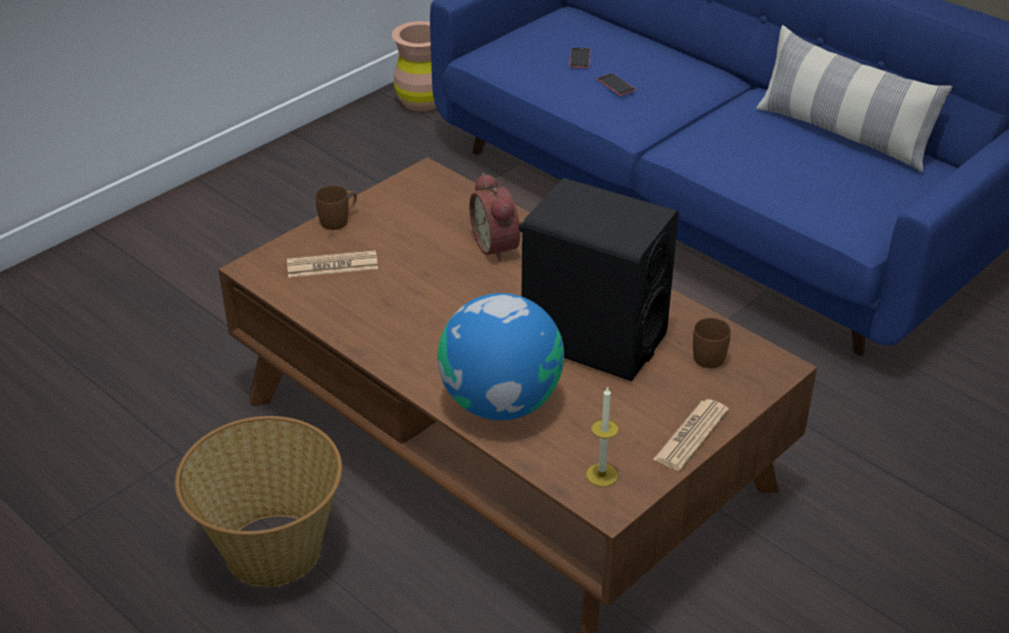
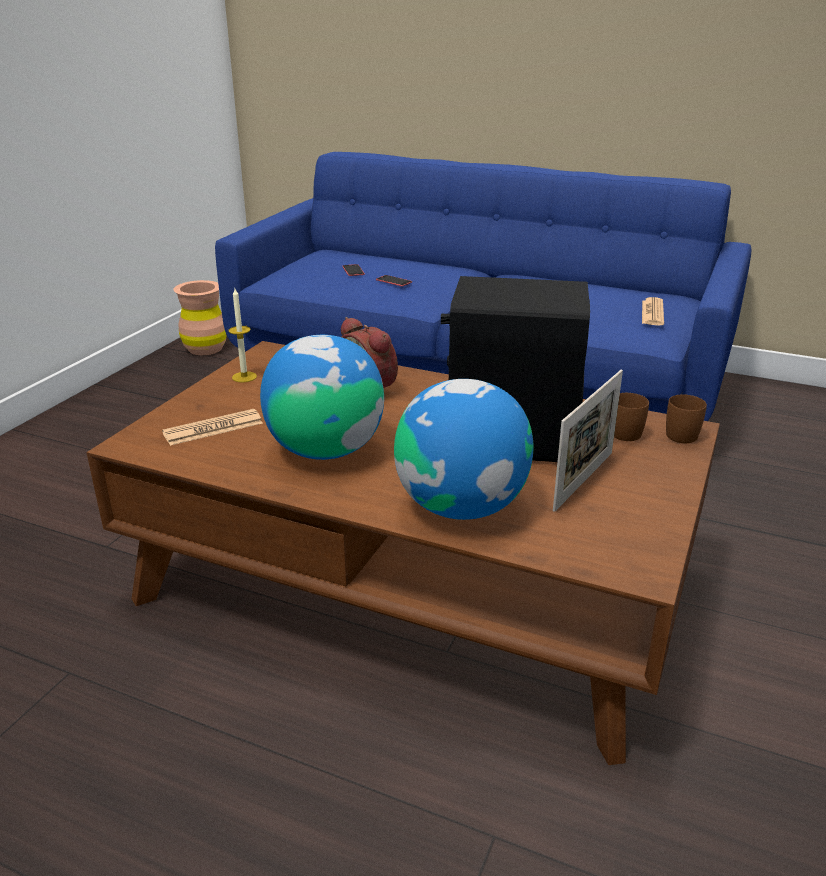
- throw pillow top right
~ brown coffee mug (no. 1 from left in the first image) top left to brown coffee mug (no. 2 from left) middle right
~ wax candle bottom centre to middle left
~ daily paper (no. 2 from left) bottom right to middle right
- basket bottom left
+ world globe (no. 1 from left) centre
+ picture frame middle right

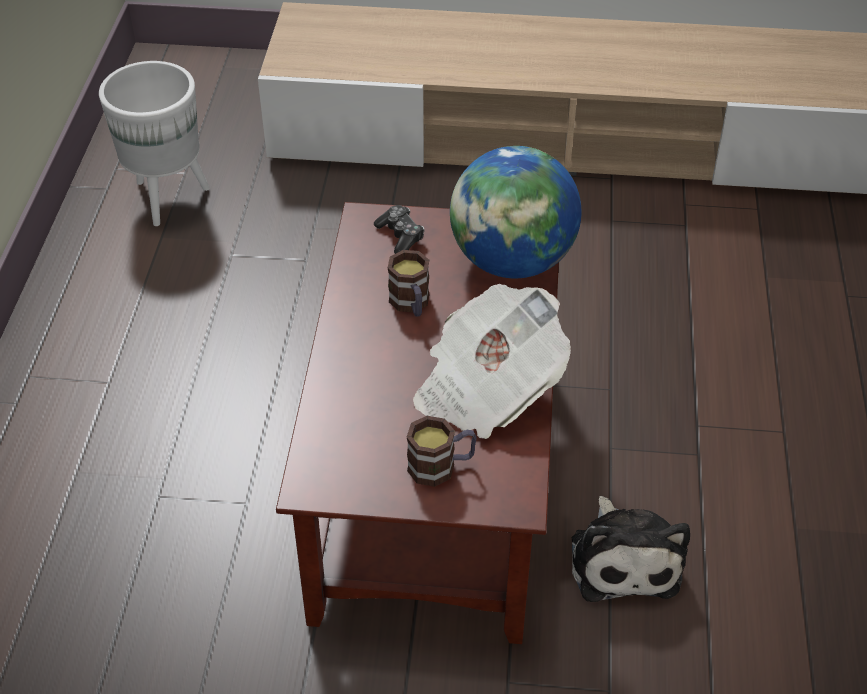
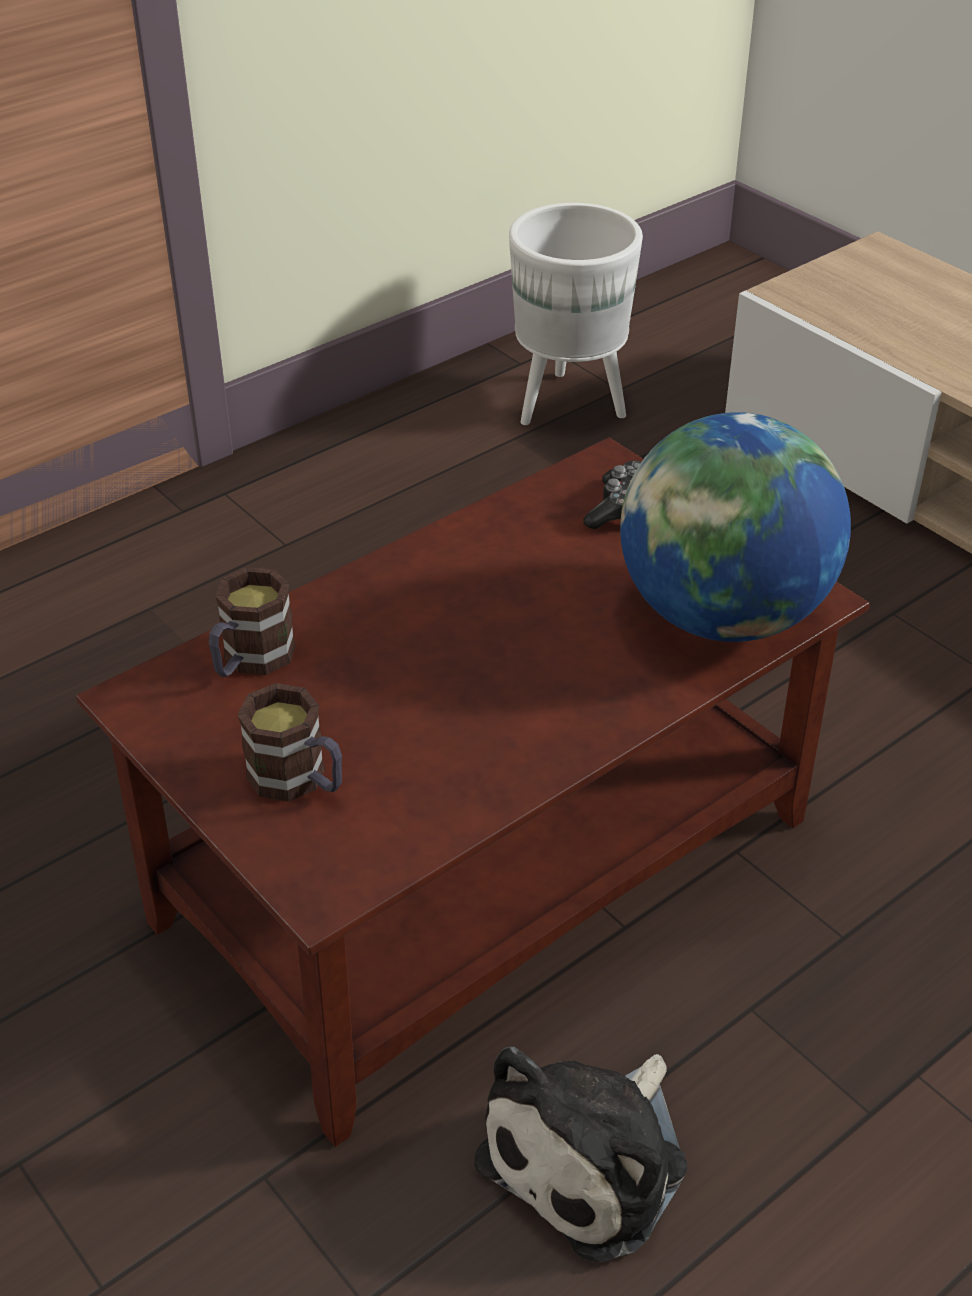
~ coffee mug (no. 1 from left) centre to middle left
- daily paper centre

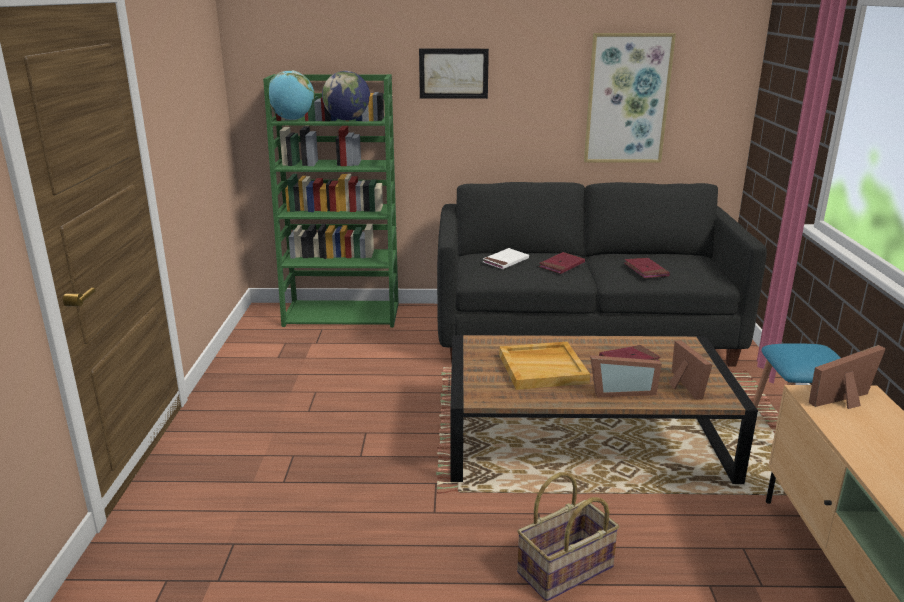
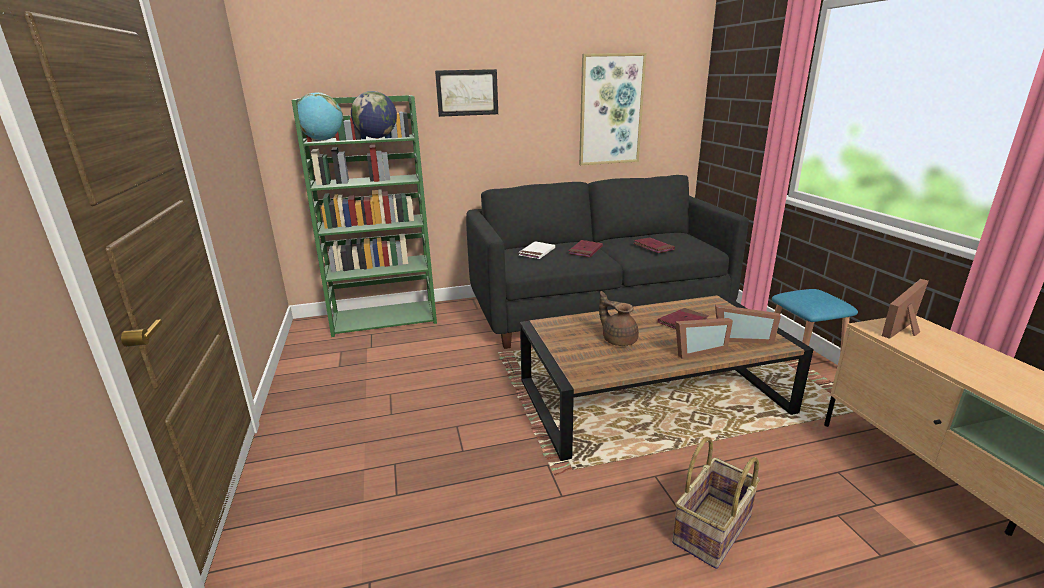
~ picture frame (no. 2 from left) middle right = middle right 120 degrees clockwise
~ beige-coloured serving tray centre to brown tea pot centre

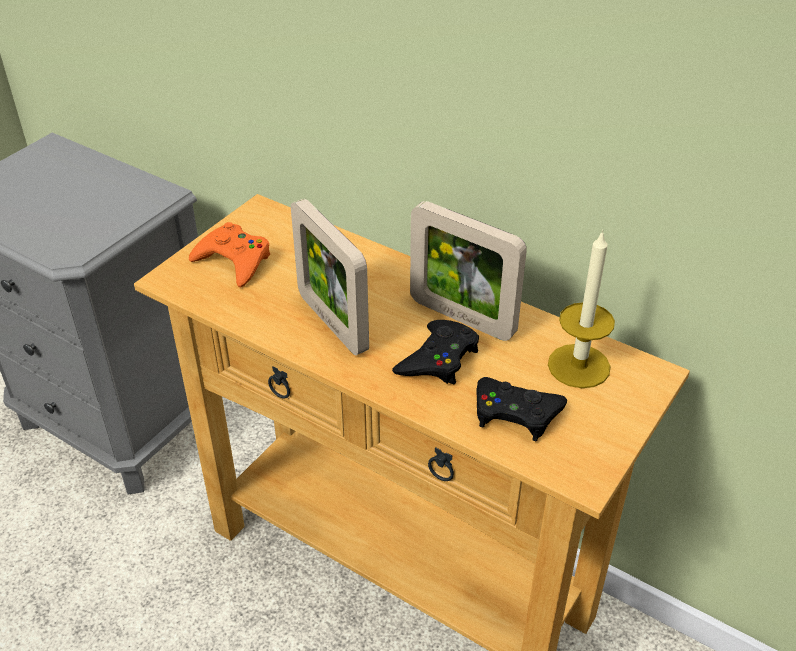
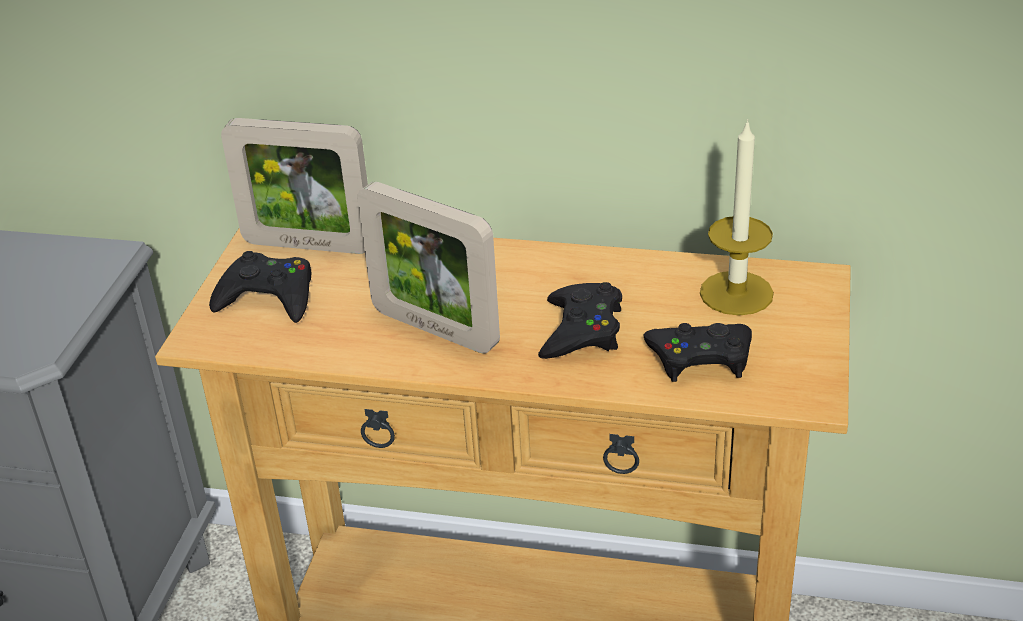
~ picture frame (no. 2 from left in the first image) centre to picture frame (no. 1 from left) top left
~ orange-coloured joypad middle left to blackish joypad (no. 1 from left) middle left

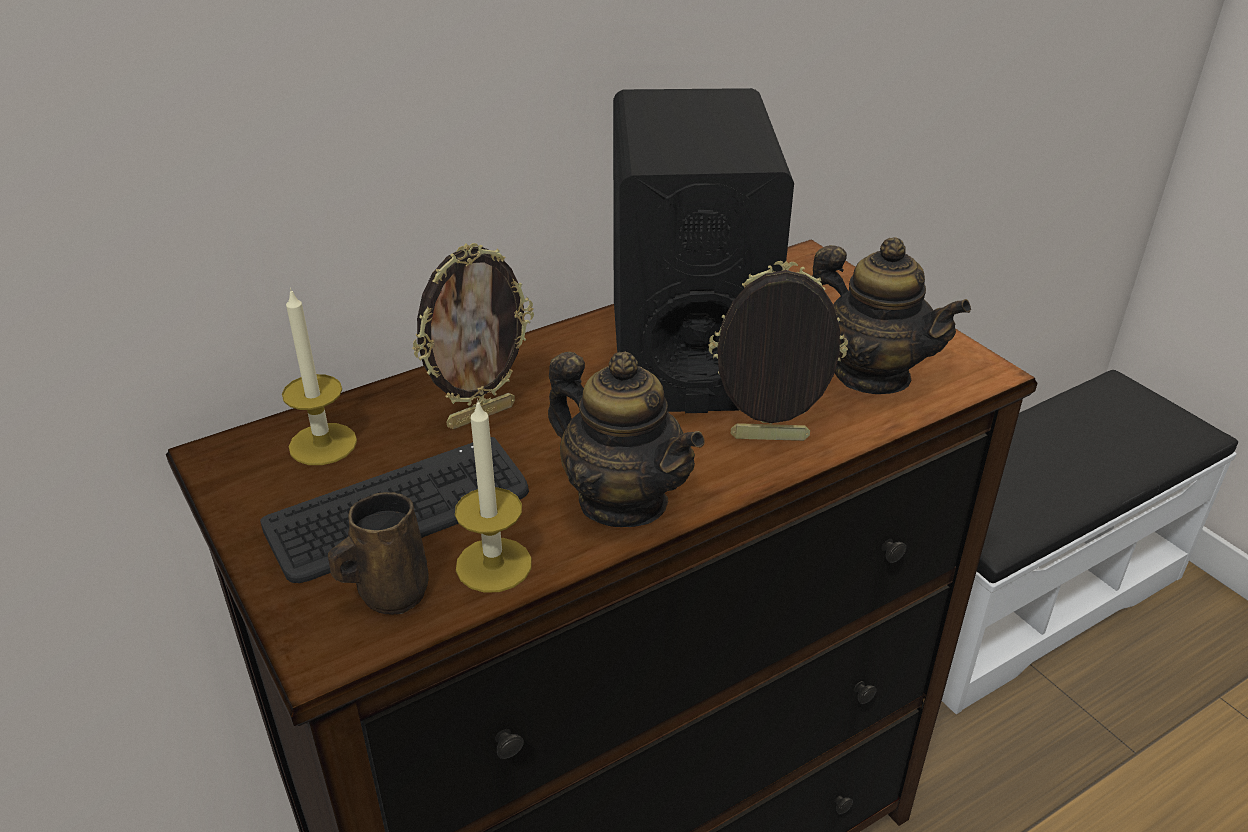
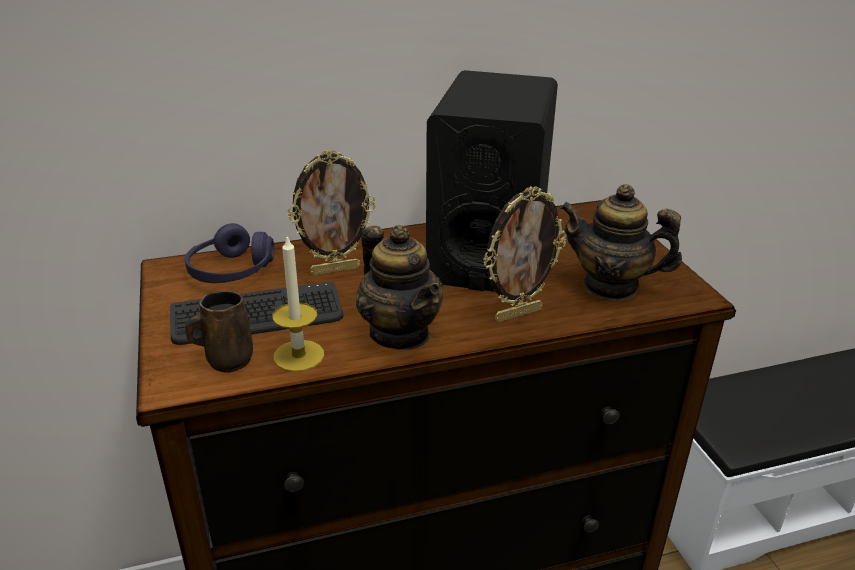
~ tea pot (no. 2 from left) middle right = middle right 150 degrees clockwise
~ picture frame (no. 2 from left) centre = centre 135 degrees clockwise
~ wax candle (no. 1 from left) middle left to purple headphones middle left

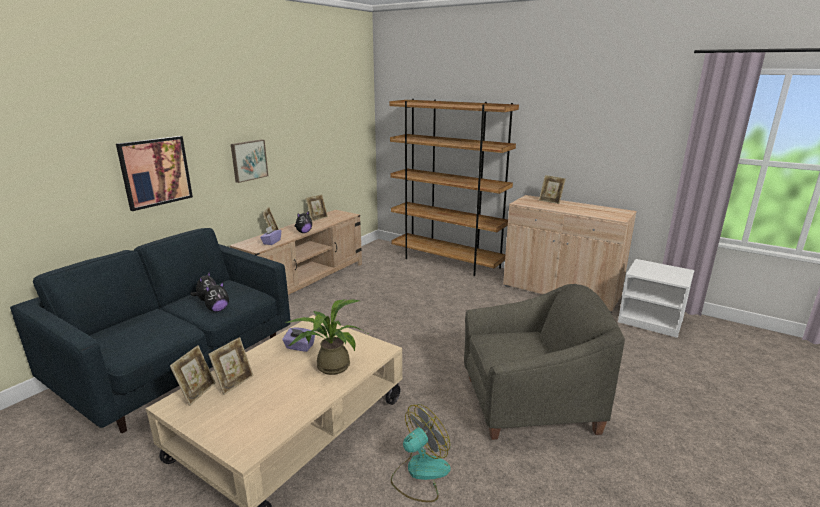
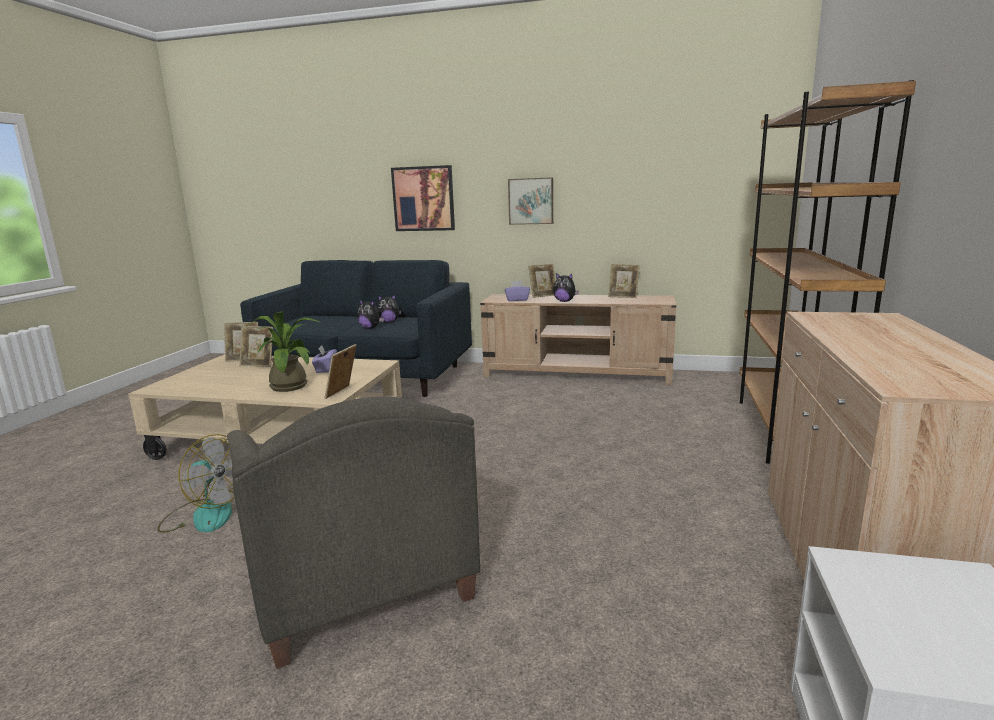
~ picture frame (no. 5 from left in the first image) middle right to picture frame (no. 3 from left) centre

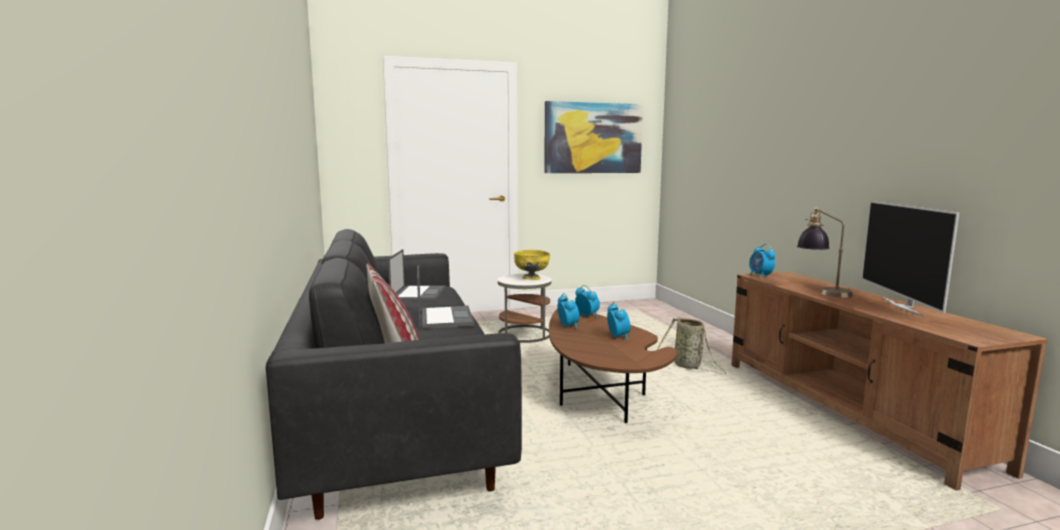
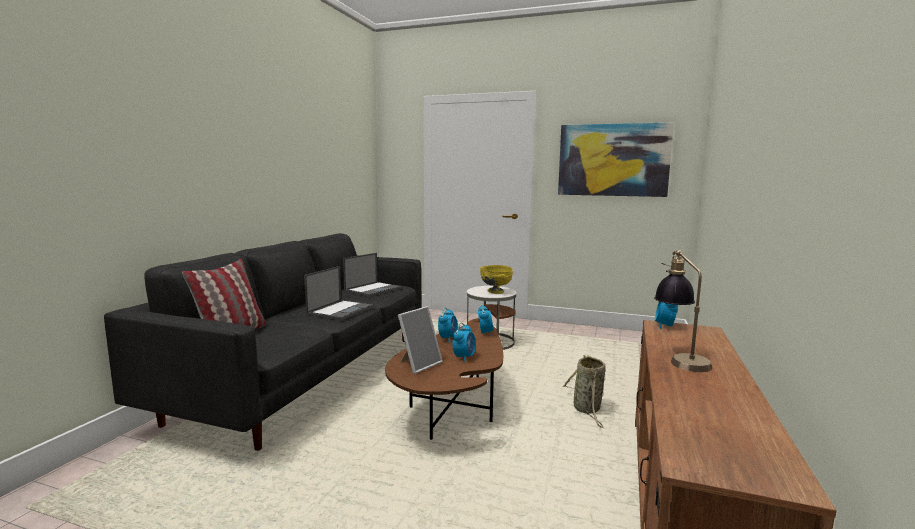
- television middle right
+ picture frame centre

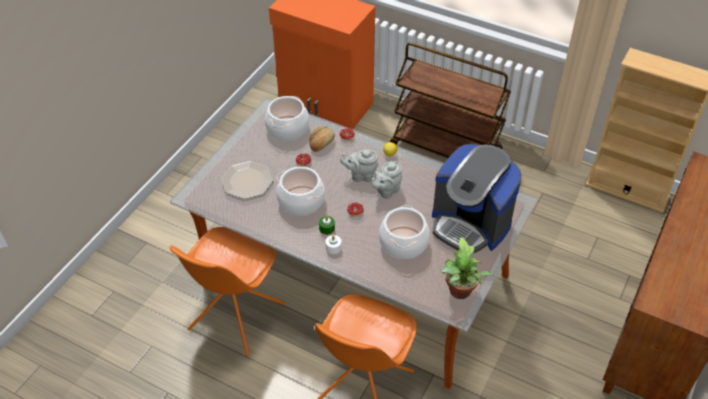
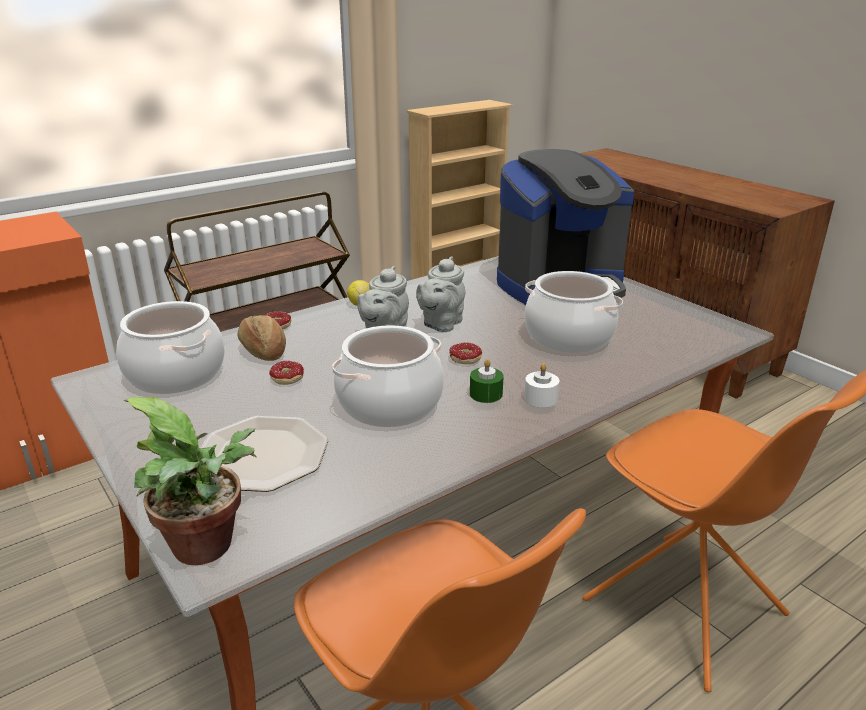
~ gray tea pot (no. 2 from left) centre = centre 45 degrees clockwise
~ potted plant bottom centre to bottom left

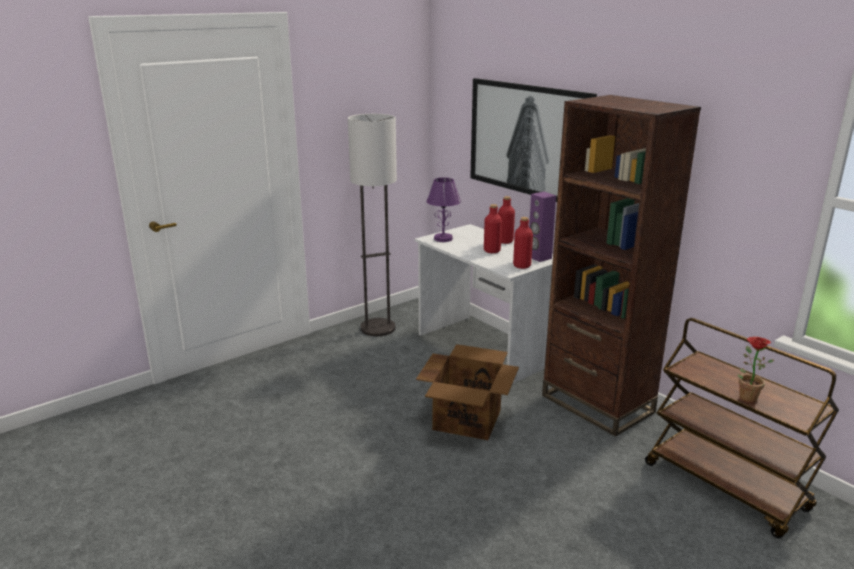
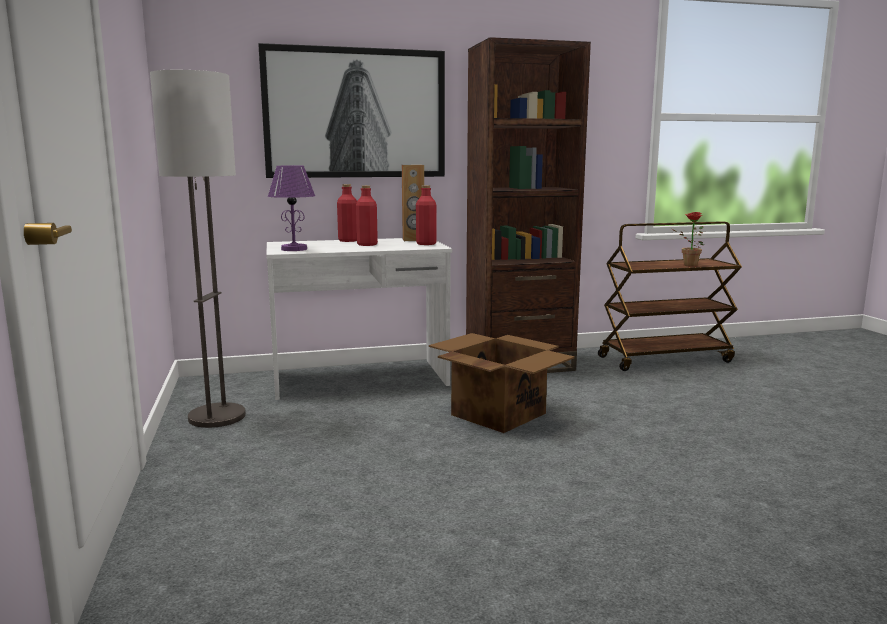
~ purple speaker centre to brown speaker top centre

